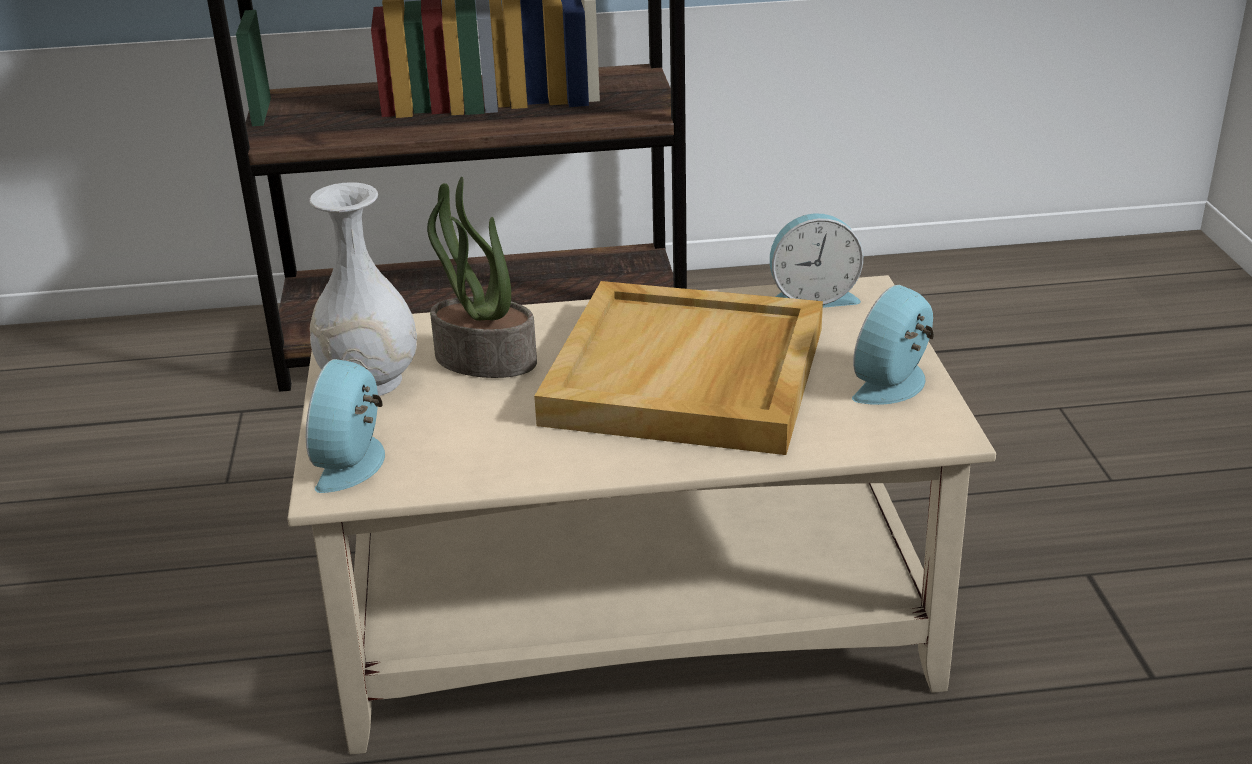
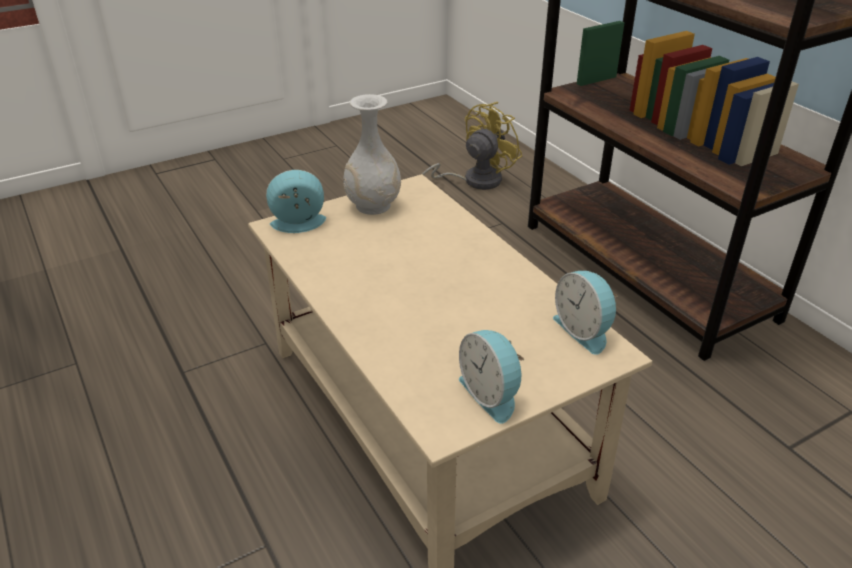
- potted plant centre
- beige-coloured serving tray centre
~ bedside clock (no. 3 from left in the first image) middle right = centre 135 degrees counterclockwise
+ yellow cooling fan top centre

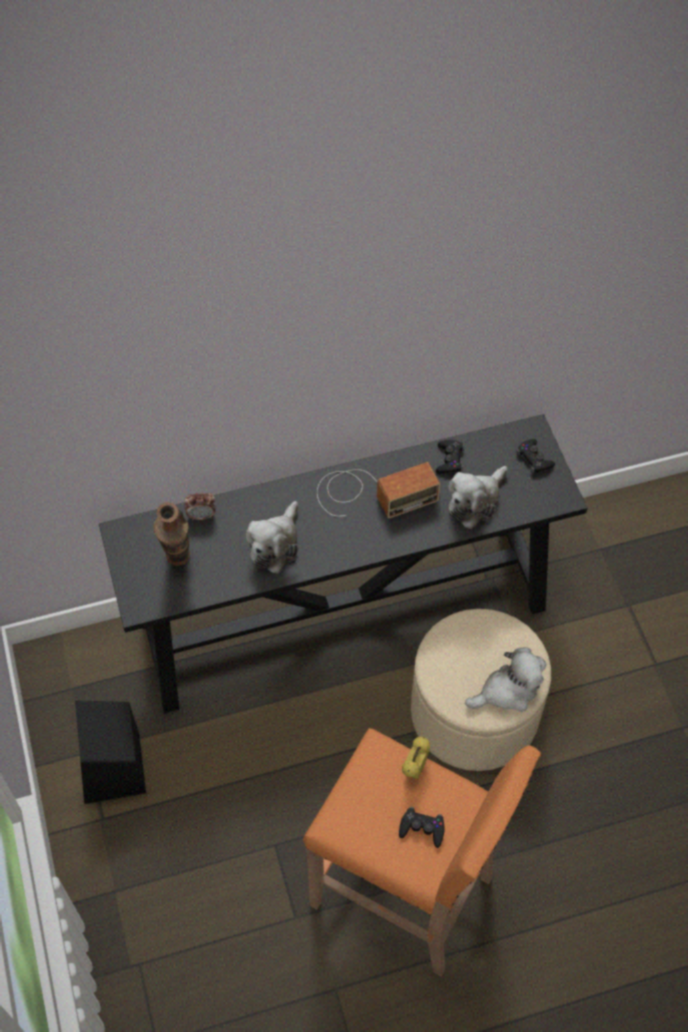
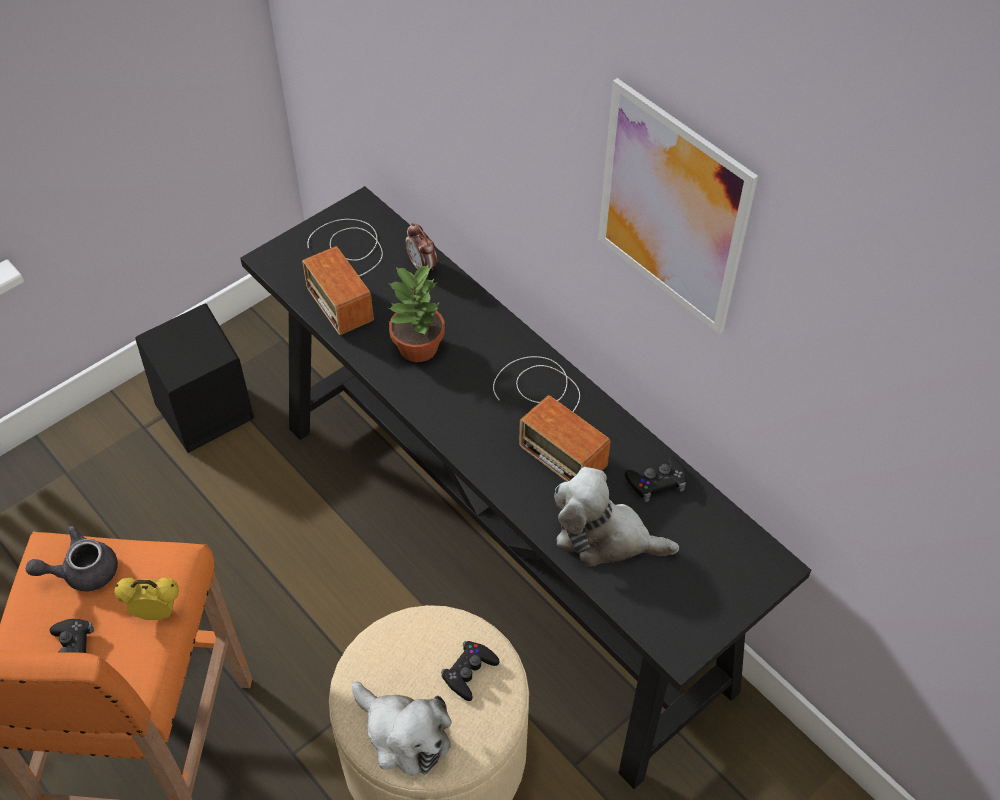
~ blackish joypad (no. 3 from left in the first image) middle right to blackish joypad (no. 2 from left) bottom centre
~ plush toy (no. 1 from left) centre to potted plant centre
~ vase middle left to radio set (no. 1 from left) centre
+ wall picture top right
+ gray tea pot bottom left

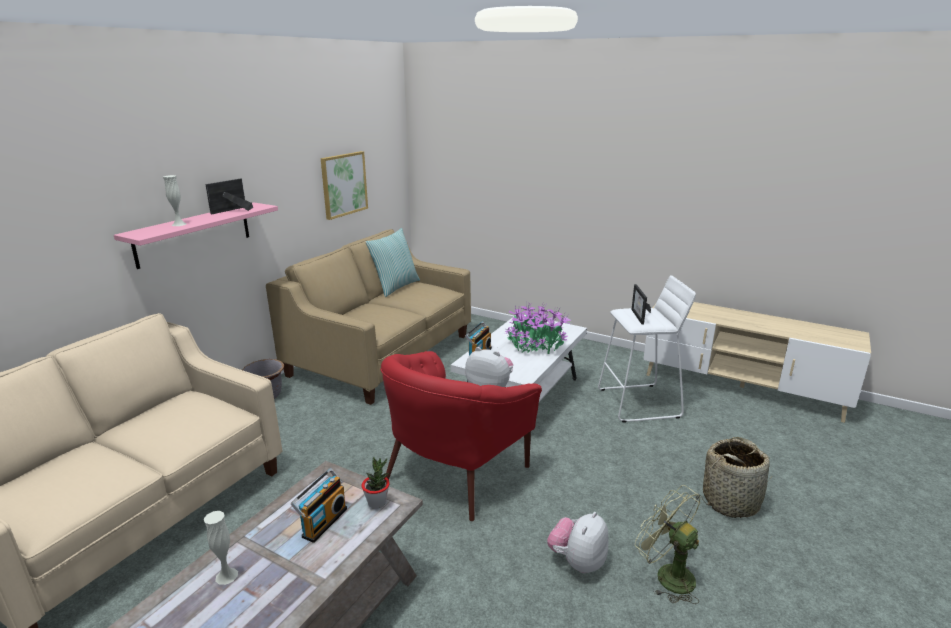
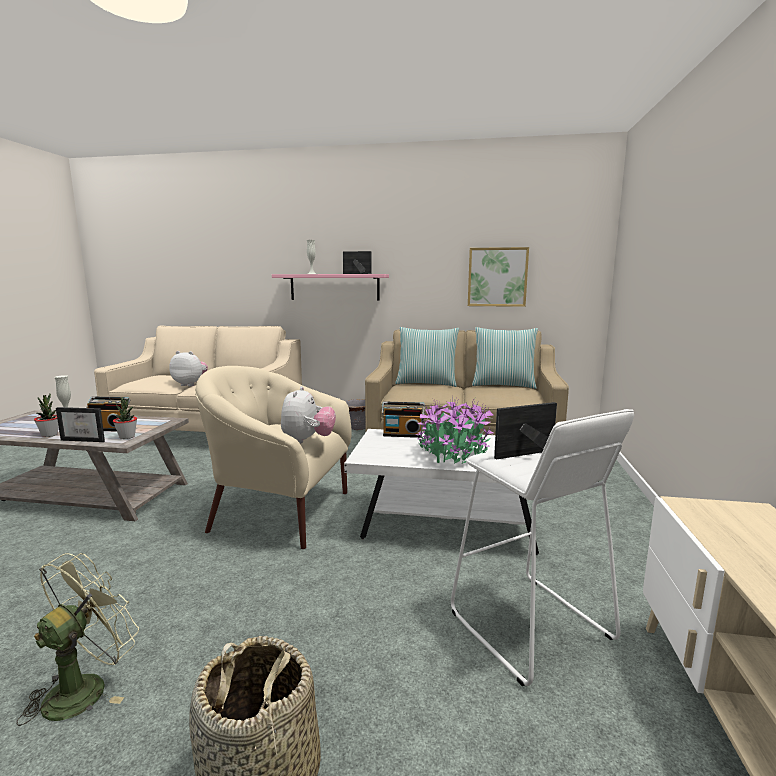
~ red-coloured easy chair bottom centre to beige-coloured easy chair centre
~ plush toy (no. 2 from left in the first image) bottom centre to plush toy (no. 1 from left) middle left
+ throw pillow (no. 1 from left) centre
+ potted plant (no. 1 from left) middle left
+ picture frame (no. 1 from left) middle left

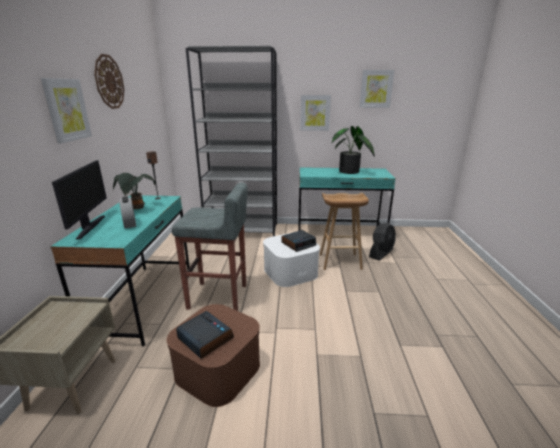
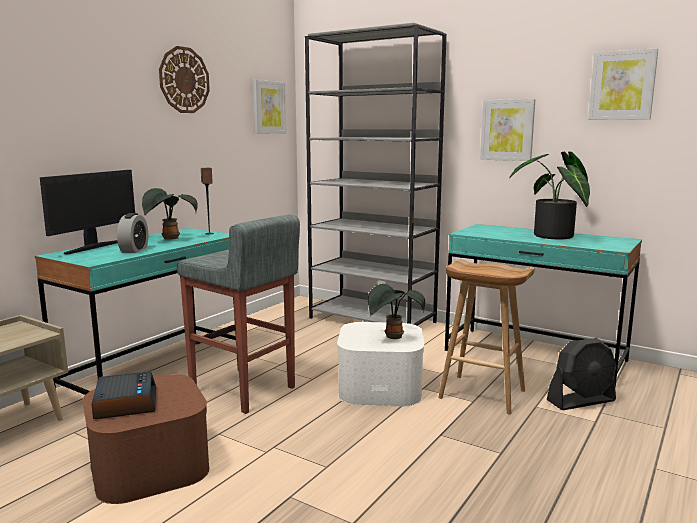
~ wall picture (no. 1 from left) top left to top centre
~ bedside clock (no. 3 from left) centre to potted plant (no. 2 from left) centre

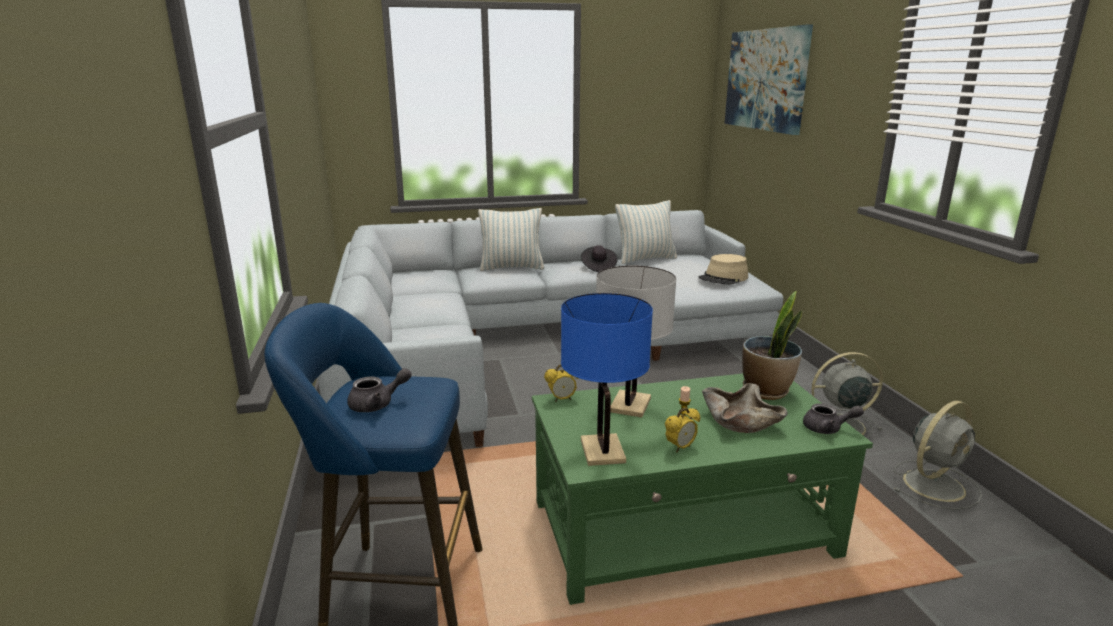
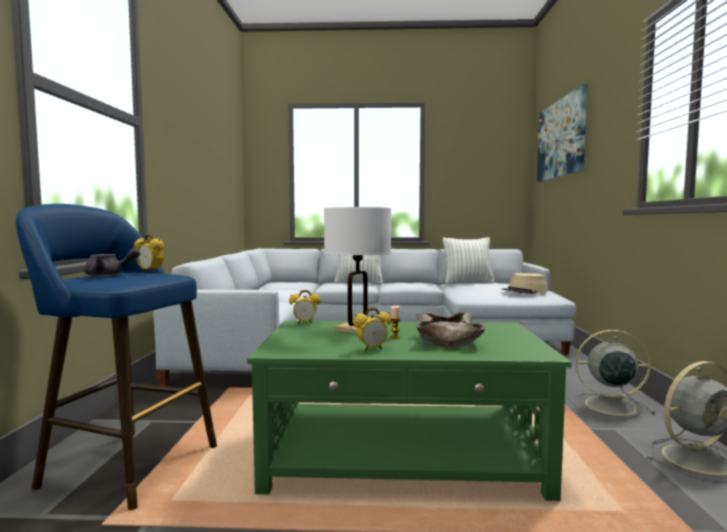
- blackish wearable hat centre
- potted plant middle right
- bluish tabletop lamp centre
- gray tea pot (no. 2 from left) bottom right
+ bedside clock (no. 1 from left) middle left

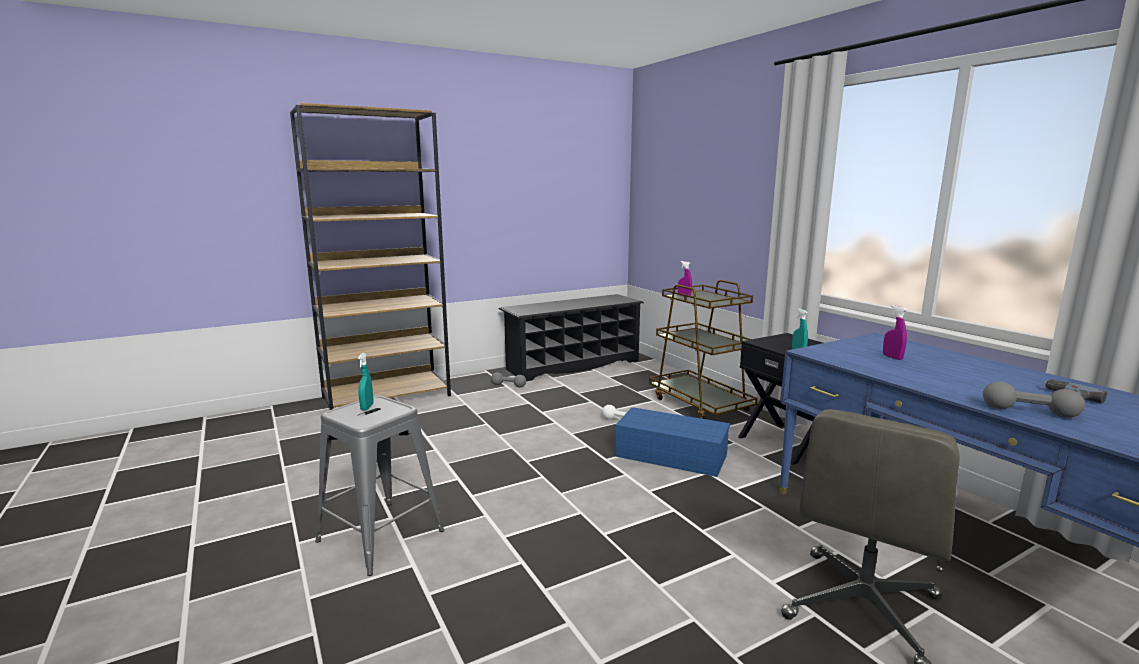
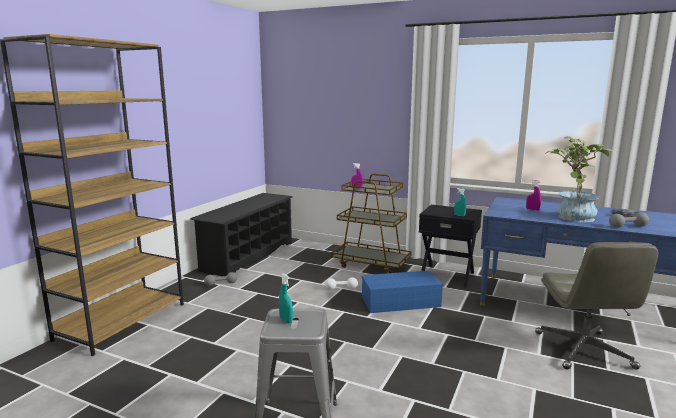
+ potted plant middle right

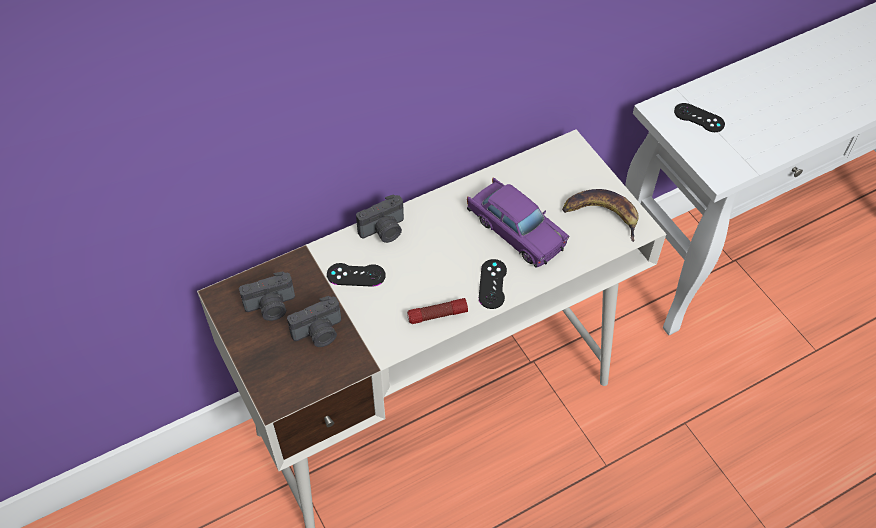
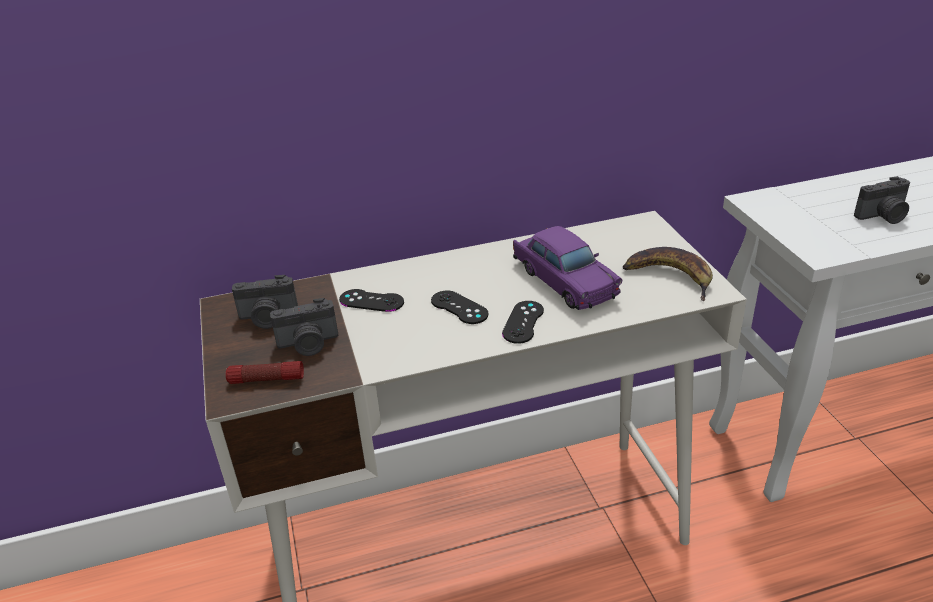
~ blackish joypad (no. 3 from left in the first image) top right to blackish joypad (no. 2 from left) centre
~ photo camera (no. 3 from left) centre to top right
~ hand torch centre to middle left

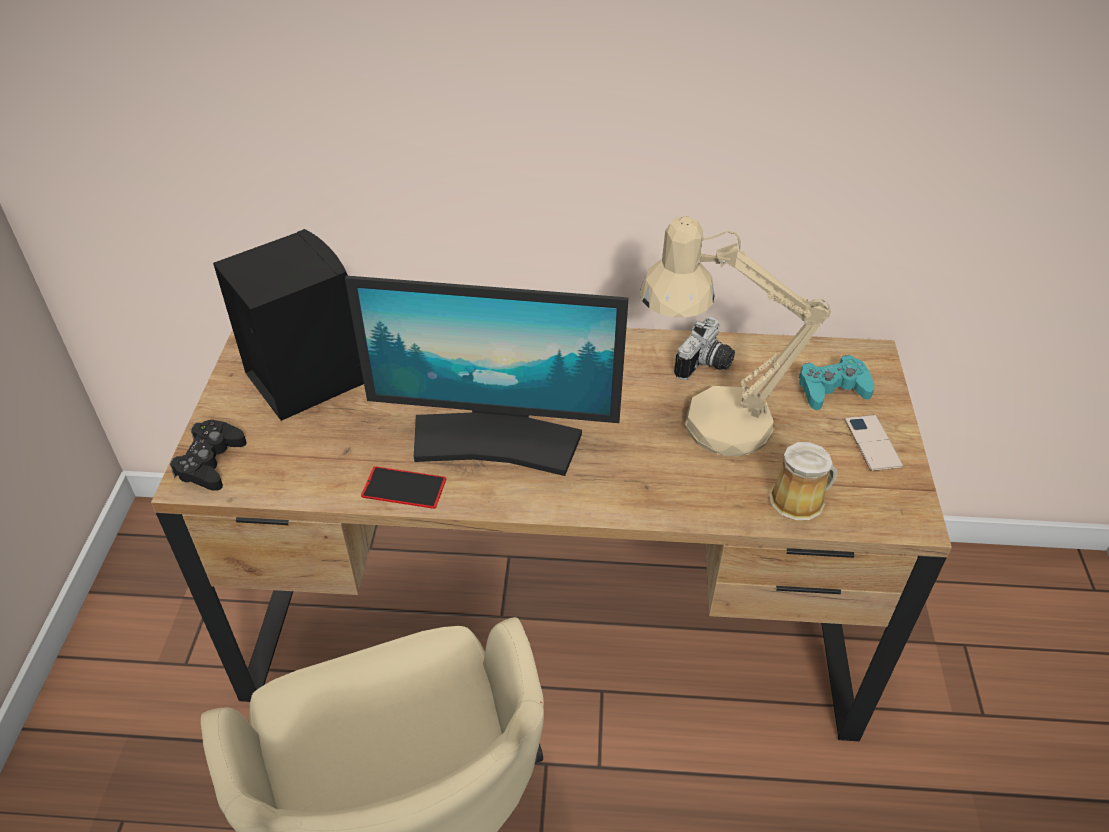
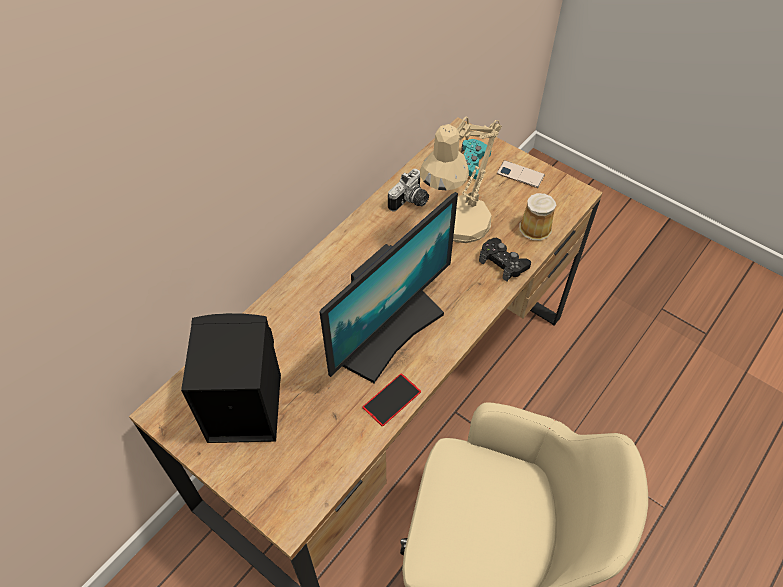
~ photo camera centre = top centre 60 degrees clockwise
~ blackish joypad middle left to centre

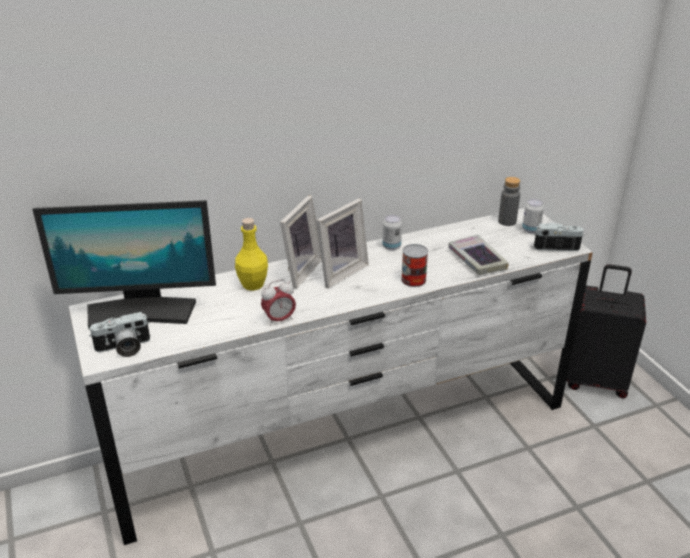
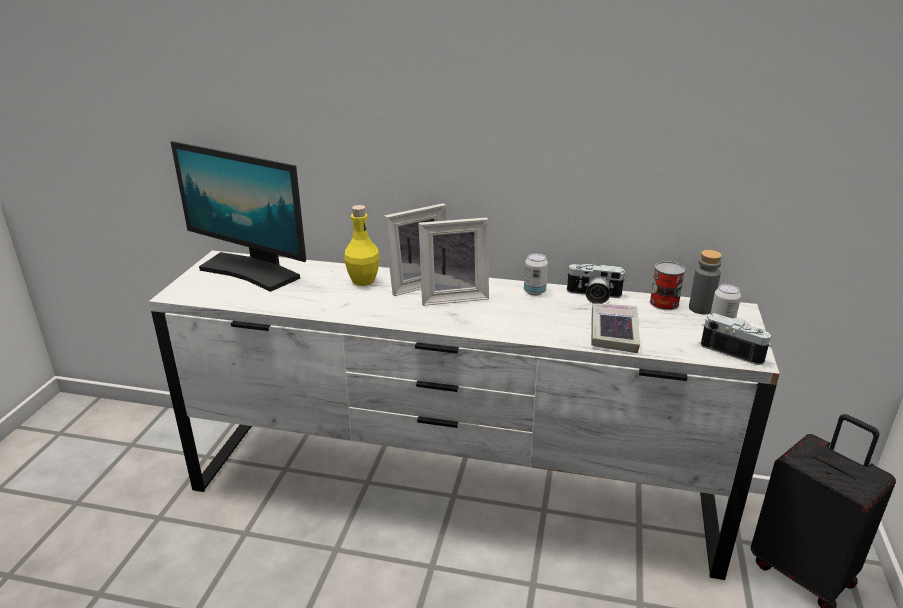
~ can (no. 2 from left) centre to middle right
- bedside clock centre
~ photo camera (no. 1 from left) middle left to centre

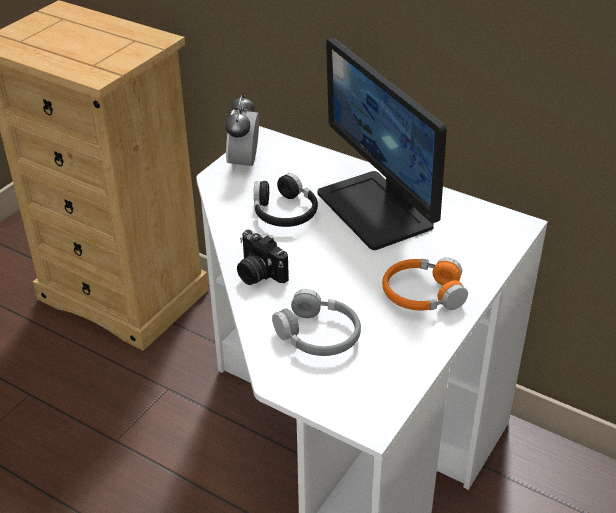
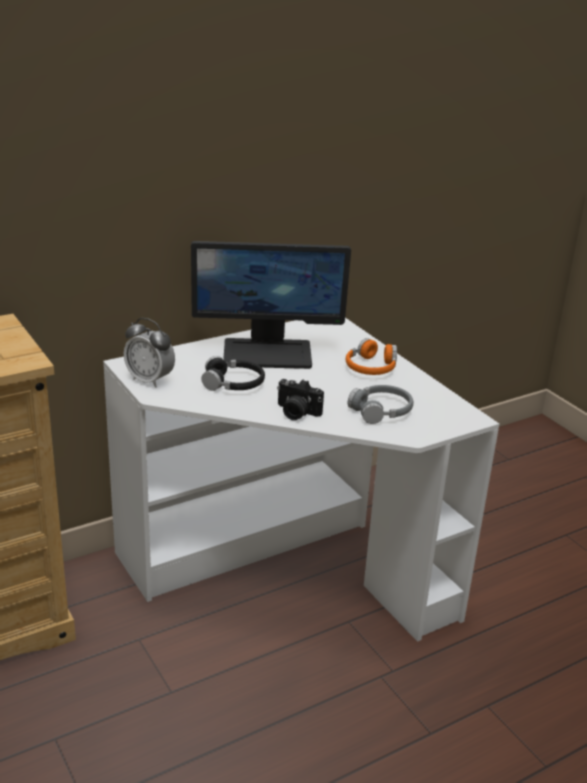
~ photo camera centre = centre 45 degrees clockwise

